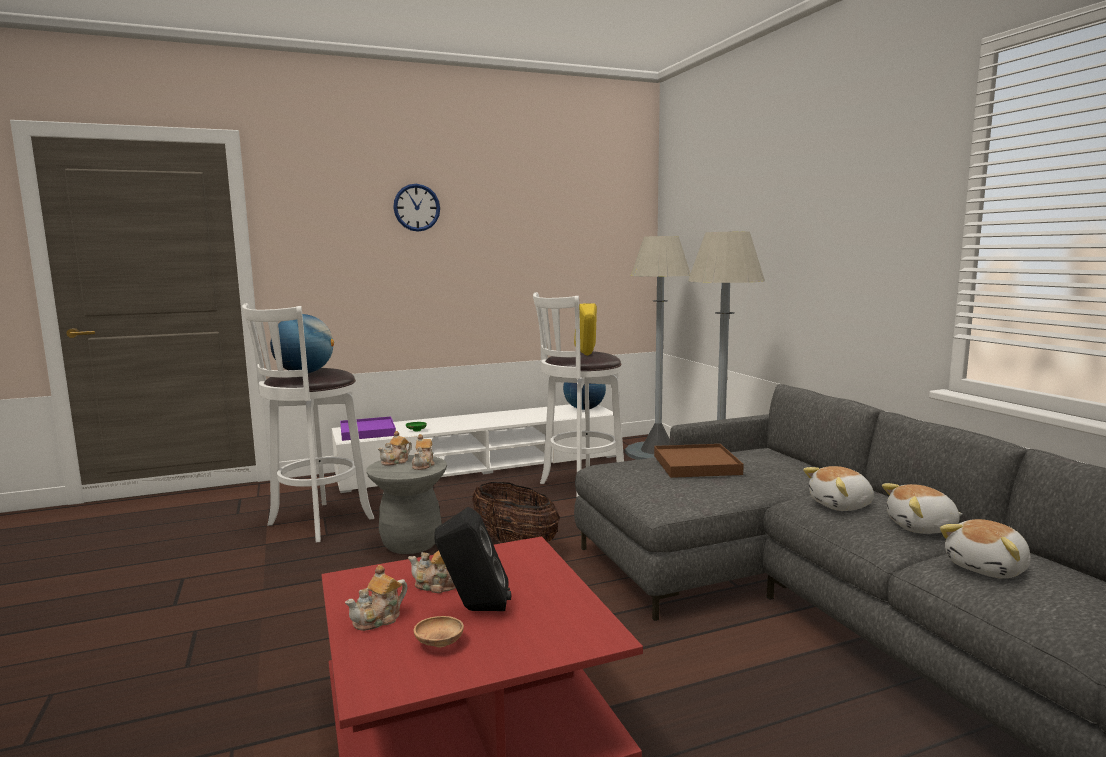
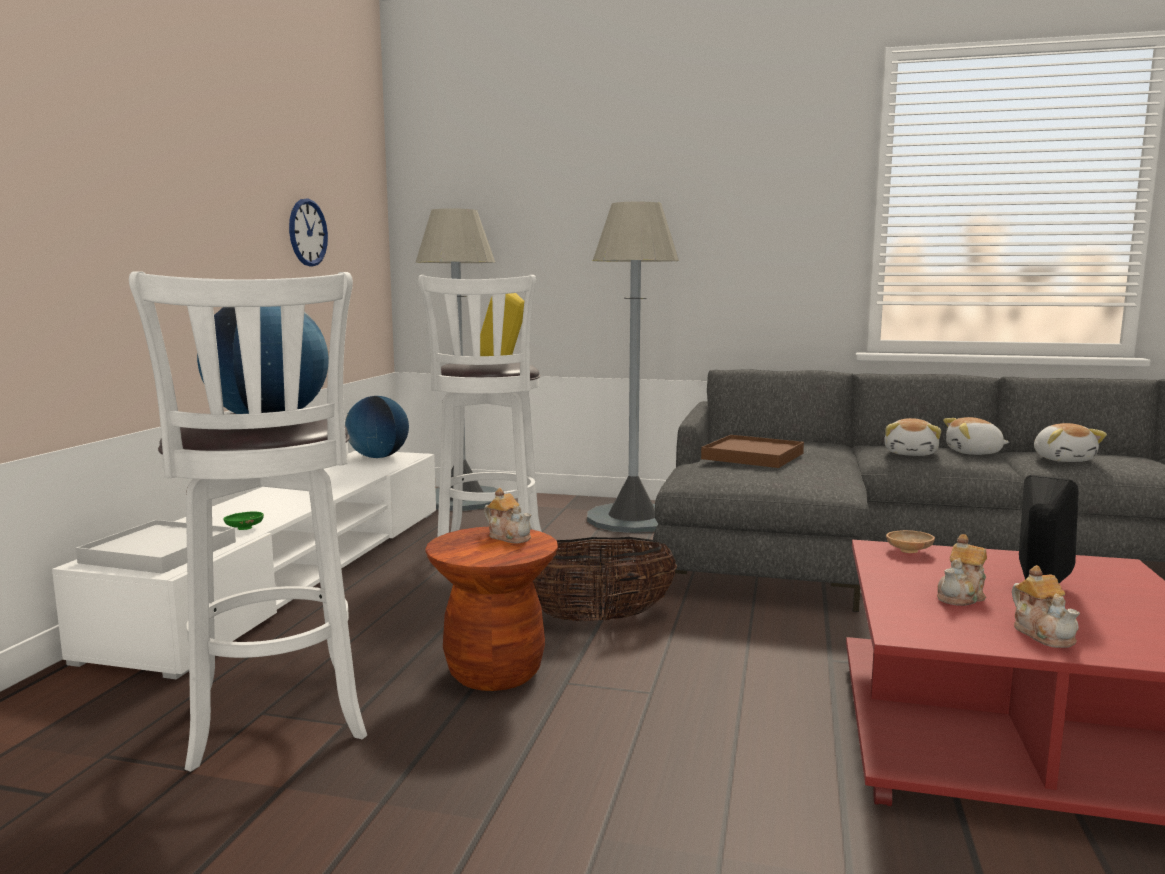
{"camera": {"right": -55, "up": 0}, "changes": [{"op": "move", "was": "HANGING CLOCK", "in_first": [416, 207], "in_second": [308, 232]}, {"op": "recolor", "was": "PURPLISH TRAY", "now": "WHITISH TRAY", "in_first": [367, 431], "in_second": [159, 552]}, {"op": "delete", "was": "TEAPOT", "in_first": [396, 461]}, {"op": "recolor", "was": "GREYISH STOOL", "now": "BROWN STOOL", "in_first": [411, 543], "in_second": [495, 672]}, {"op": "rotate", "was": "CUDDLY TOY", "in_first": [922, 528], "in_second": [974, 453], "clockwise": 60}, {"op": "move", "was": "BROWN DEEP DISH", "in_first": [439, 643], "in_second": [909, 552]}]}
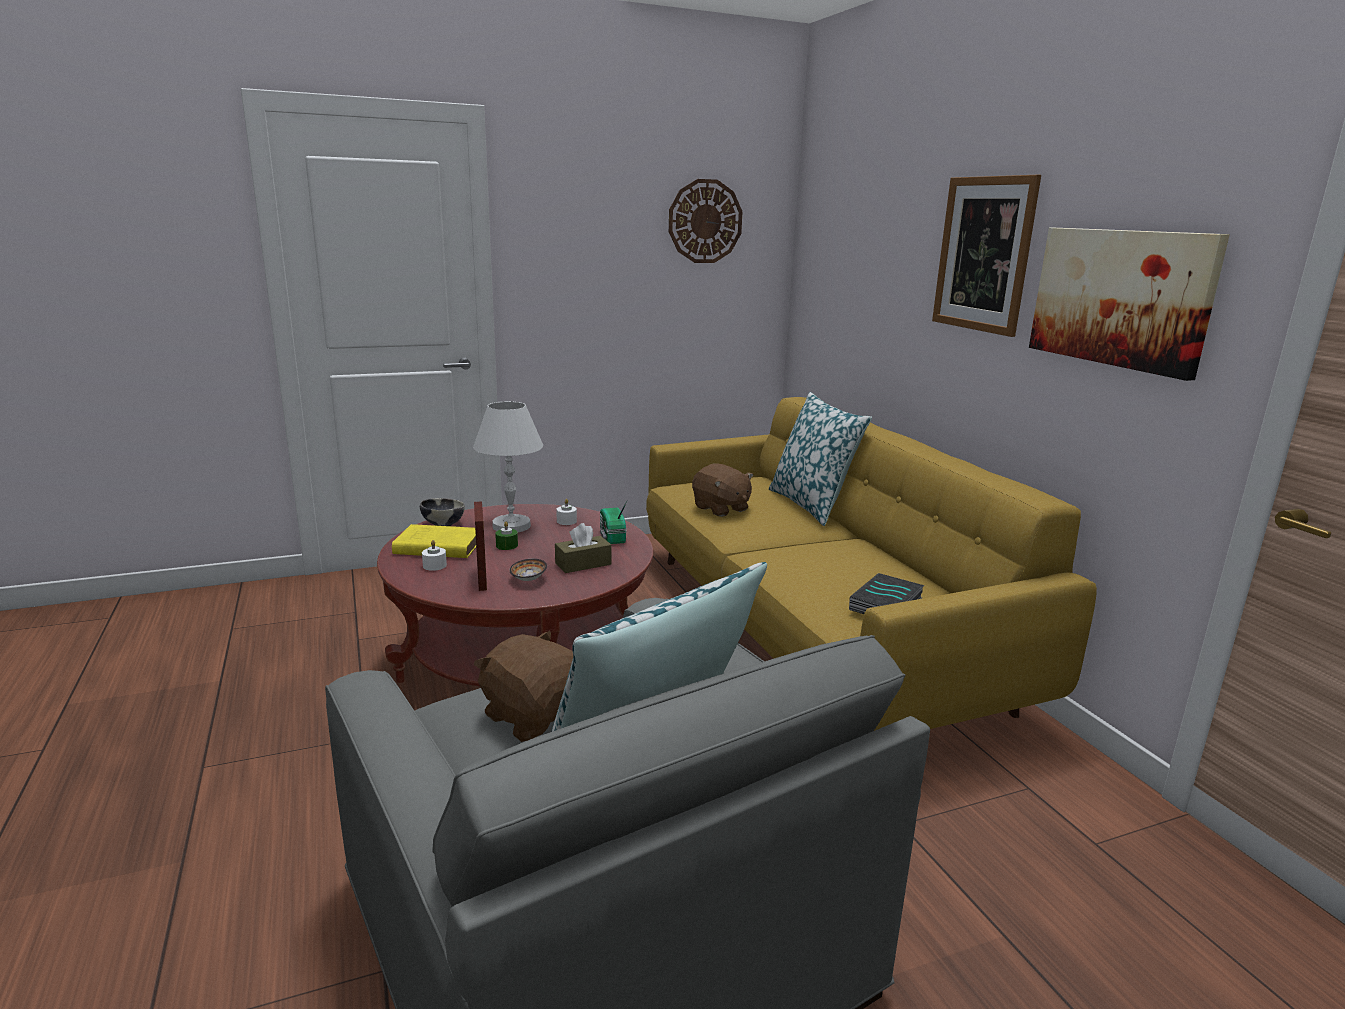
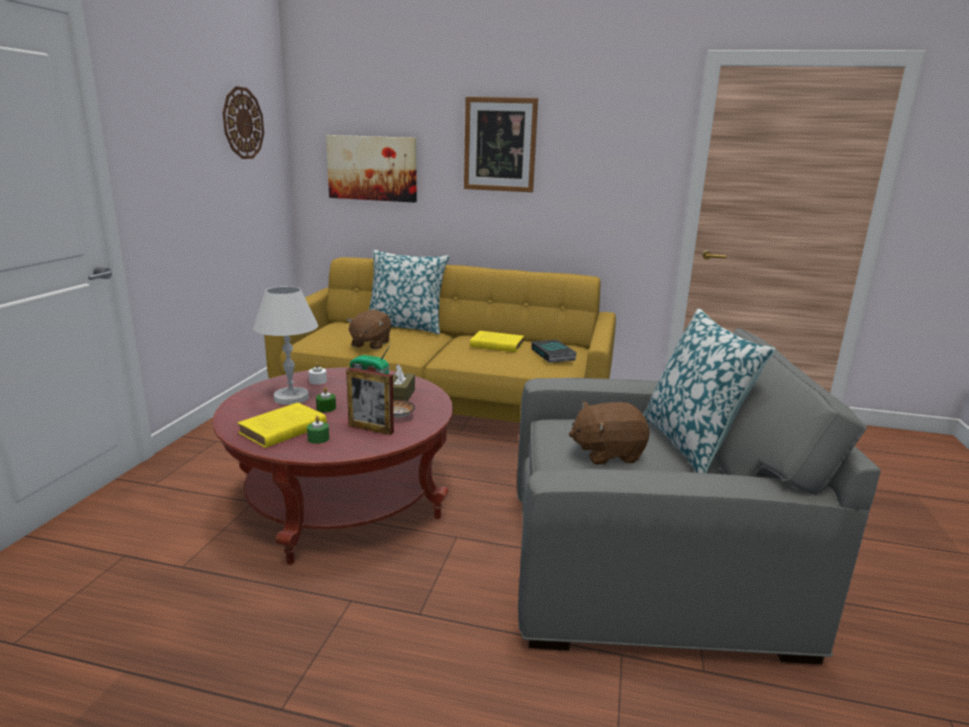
{"camera": {"right": -55, "up": 0}, "changes": [{"op": "move", "was": "PICTURE", "in_first": [1121, 298], "in_second": [372, 168]}, {"op": "rotate", "was": "BROWN CUDDLY TOY", "in_first": [721, 508], "in_second": [370, 344], "clockwise": 105}, {"op": "delete", "was": "DEEP DISH", "in_first": [443, 524]}, {"op": "recolor", "was": "WHITISH CANDLE", "now": "GREEN CANDLE", "in_first": [434, 565], "in_second": [318, 438]}, {"op": "insert", "now": "YELLOWISH BOOK", "in_second": [495, 345]}]}
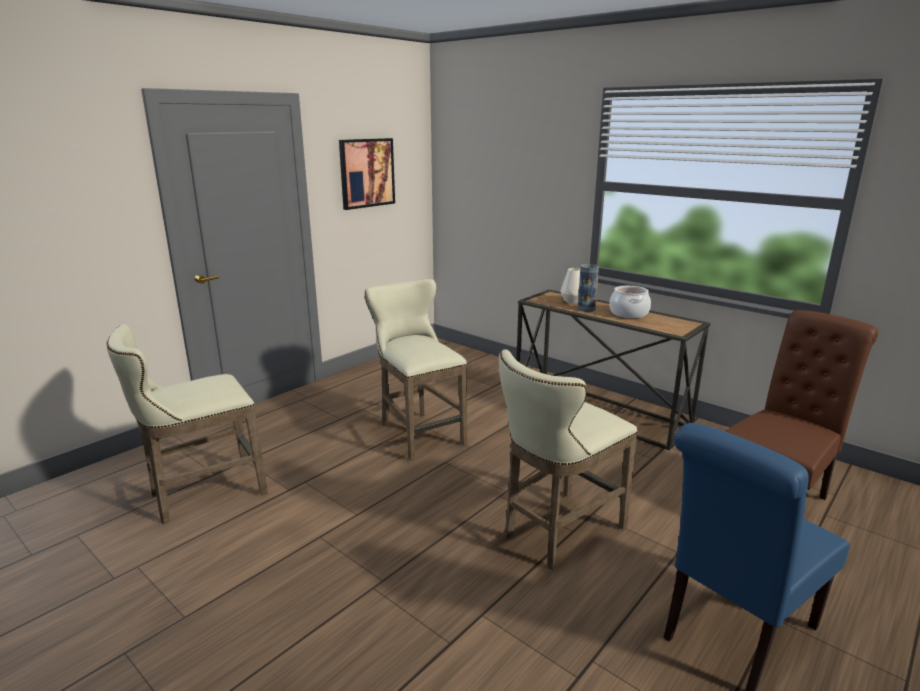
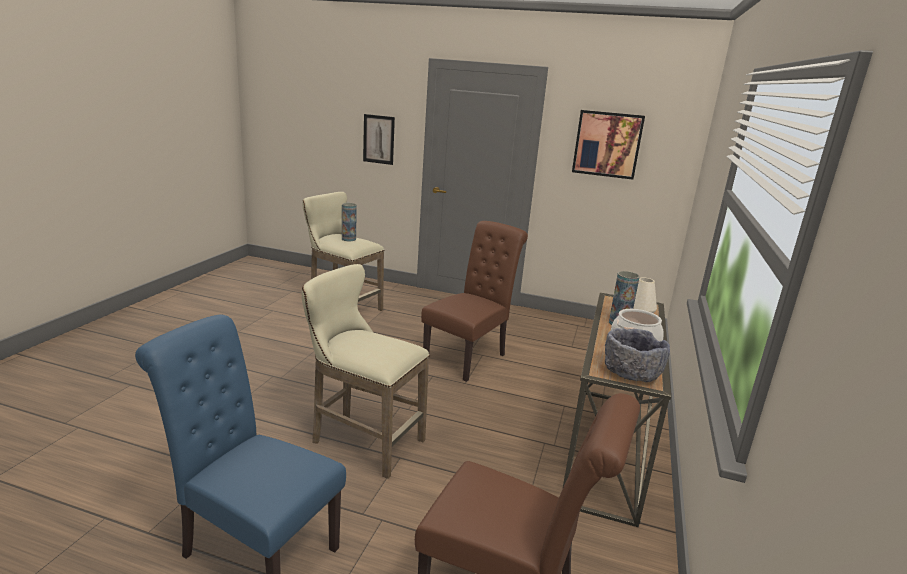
{"camera": {"right": 65, "up": 0}, "changes": [{"op": "replace", "was": "BEIGE STOOL", "now": "BROWN UPRIGHT CHAIR", "in_first": [418, 432], "in_second": [469, 357]}, {"op": "insert", "now": "PICTURE", "in_second": [378, 139]}, {"op": "insert", "now": "DECORATIVE VASE", "in_second": [348, 239]}, {"op": "insert", "now": "GREYISH DEEP DISH", "in_second": [631, 372]}]}
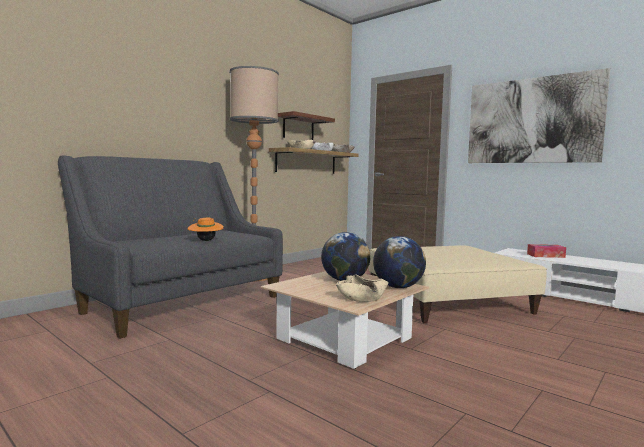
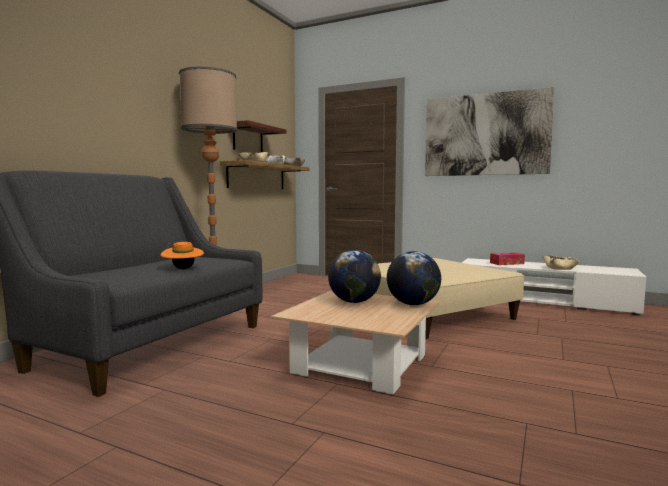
{"camera": {"right": -15, "up": 0}, "changes": [{"op": "move", "was": "BEIGE DEEP DISH", "in_first": [362, 297], "in_second": [560, 268]}]}
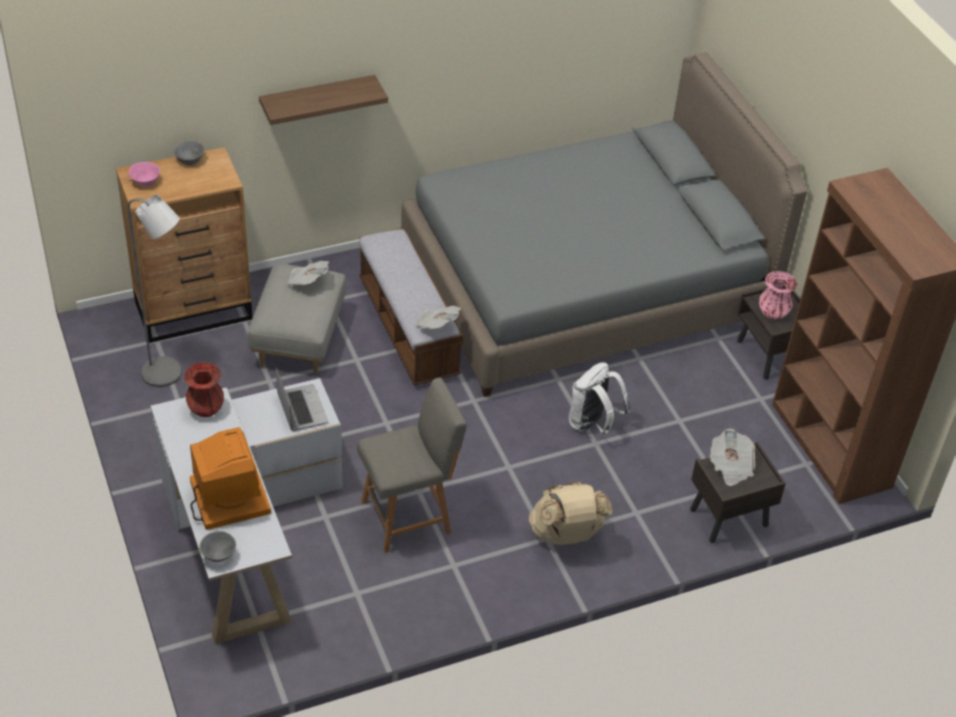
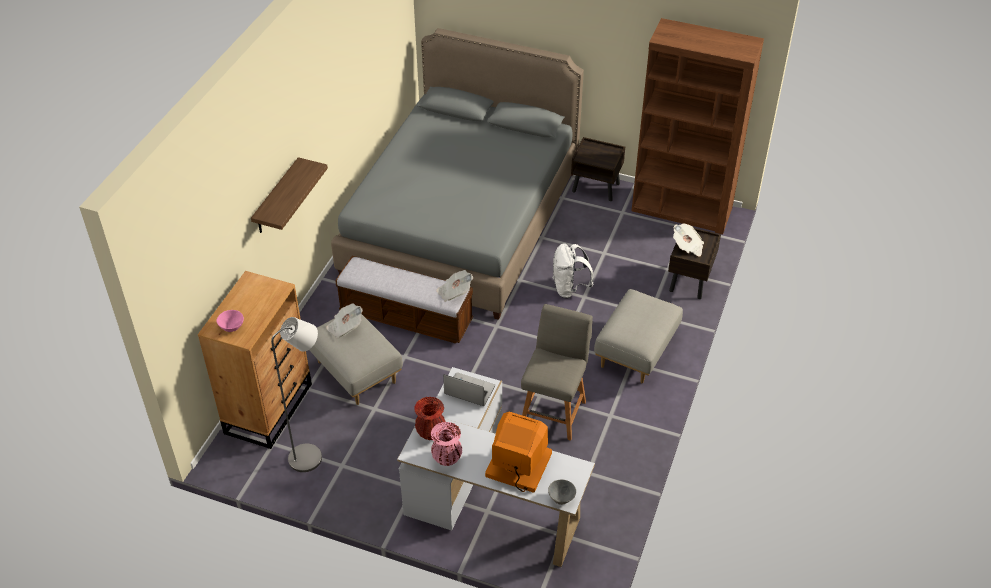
{"camera": {"right": -45, "up": 0}, "changes": [{"op": "delete", "was": "GREYISH DEEP DISH", "in_first": [189, 160]}, {"op": "move", "was": "PINK DECORATIVE VASE", "in_first": [772, 313], "in_second": [446, 458]}, {"op": "replace", "was": "BEIGE RUCKSACK", "now": "GREYISH OTTOMAN", "in_first": [566, 534], "in_second": [636, 352]}]}
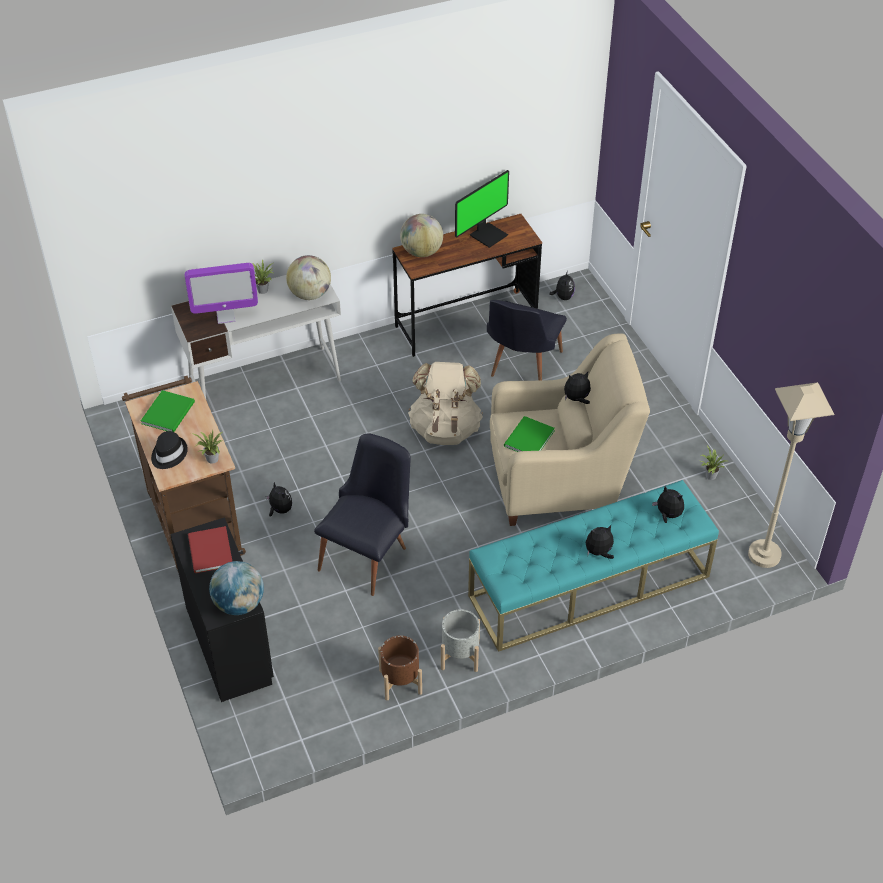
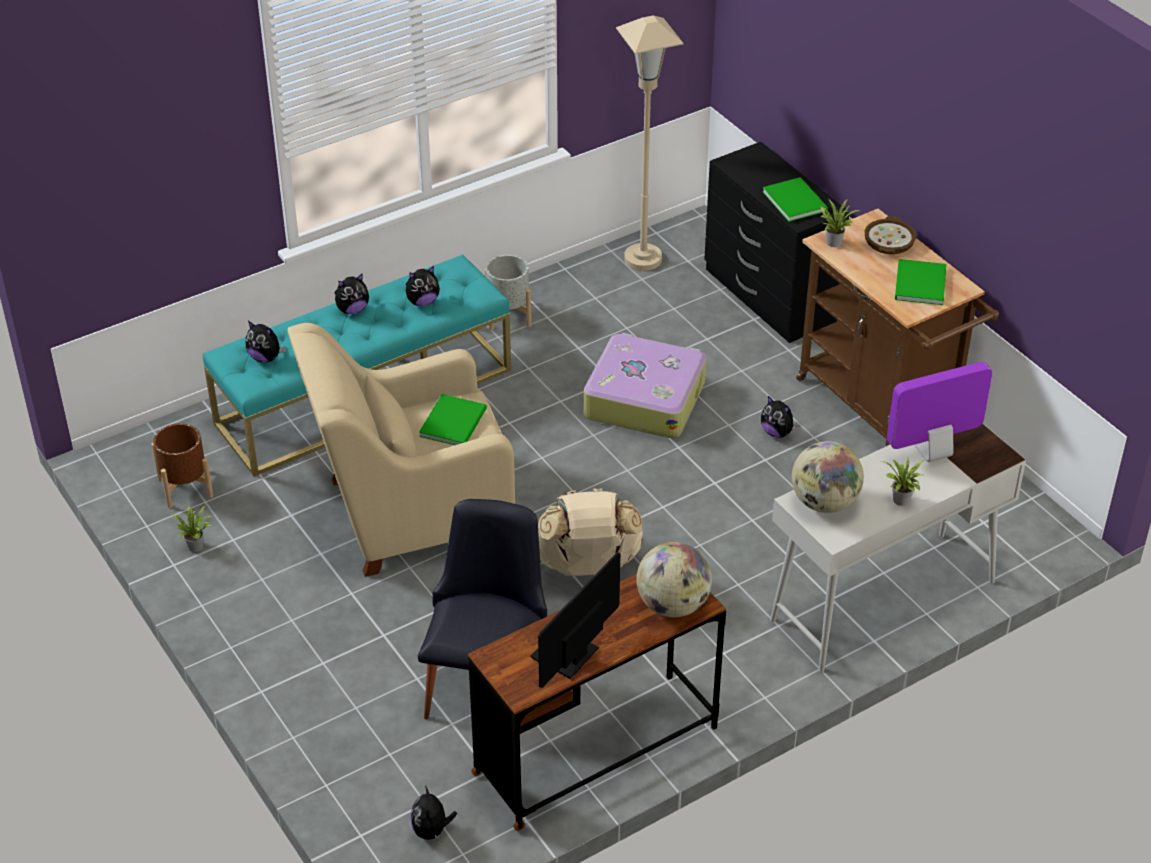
{"camera": {"right": 170, "up": -5}, "changes": [{"op": "move", "was": "CUDDLY TOY", "in_first": [577, 399], "in_second": [422, 302]}, {"op": "move", "was": "BEIGE STANDING LAMP", "in_first": [764, 555], "in_second": [643, 259]}, {"op": "replace", "was": "BLACKISH WEARABLE HAT", "now": "DEEP DISH", "in_first": [168, 454], "in_second": [889, 242]}, {"op": "replace", "was": "BLACKISH UPRIGHT CHAIR", "now": "TRAVEL CASE", "in_first": [369, 553], "in_second": [644, 398]}, {"op": "recolor", "was": "RED-COLOURED BOOK", "now": "GREEN BOOK", "in_first": [209, 552], "in_second": [795, 200]}, {"op": "delete", "was": "GLOBE", "in_first": [239, 604]}, {"op": "move", "was": "BROWN PLANTER", "in_first": [400, 681], "in_second": [185, 488]}]}
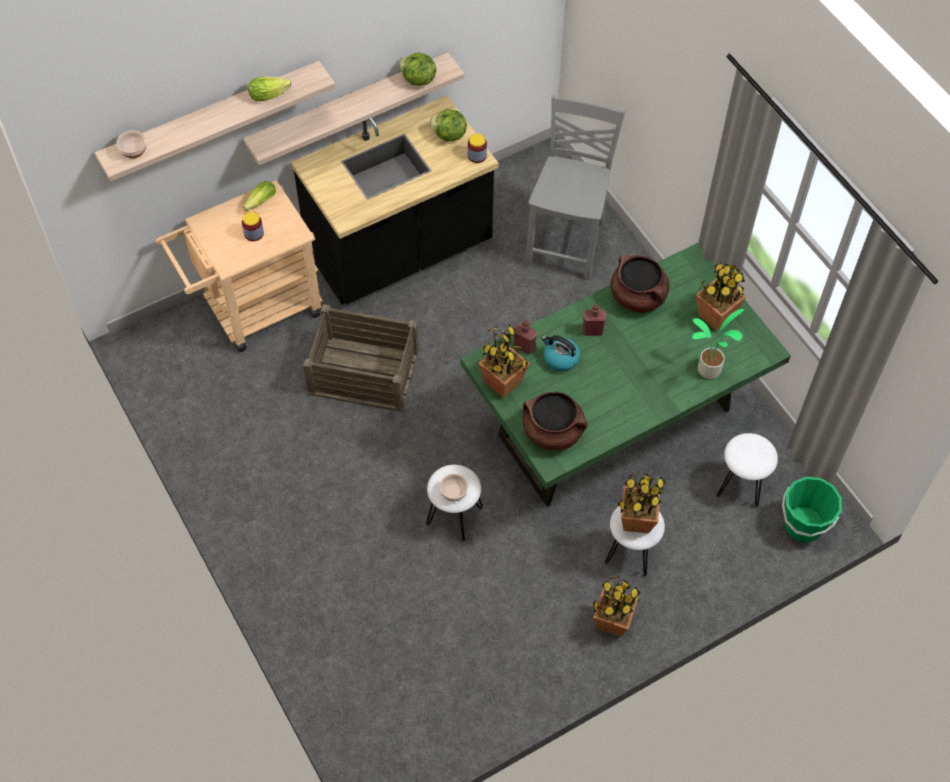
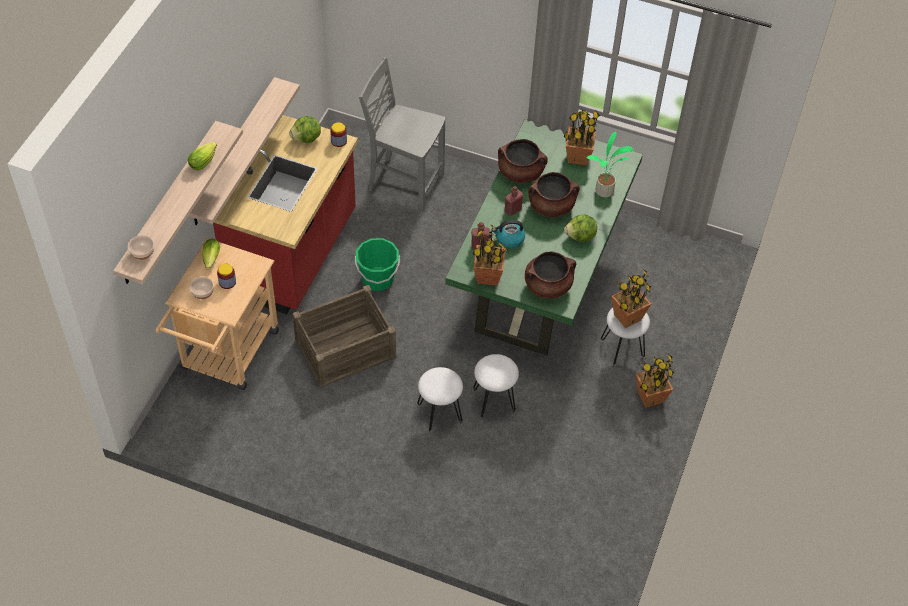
{"camera": {"right": -40, "up": -5}, "changes": [{"op": "move", "was": "LETTUCE HEAD", "in_first": [418, 80], "in_second": [580, 237]}, {"op": "recolor", "was": "BLACKISH KITCHEN BASE UNIT", "now": "RED-COLOURED KITCHEN BASE UNIT", "in_first": [400, 251], "in_second": [294, 254]}, {"op": "rotate", "was": "GREYISH UPRIGHT CHAIR", "in_first": [567, 243], "in_second": [404, 183], "clockwise": -45}, {"op": "move", "was": "WHITISH STOOL", "in_first": [741, 485], "in_second": [439, 413]}, {"op": "move", "was": "DEEP DISH", "in_first": [454, 492], "in_second": [203, 292]}, {"op": "move", "was": "GREEN PAIL", "in_first": [803, 524], "in_second": [377, 279]}, {"op": "insert", "now": "BROWN STOCKPOT", "in_second": [551, 206]}]}
